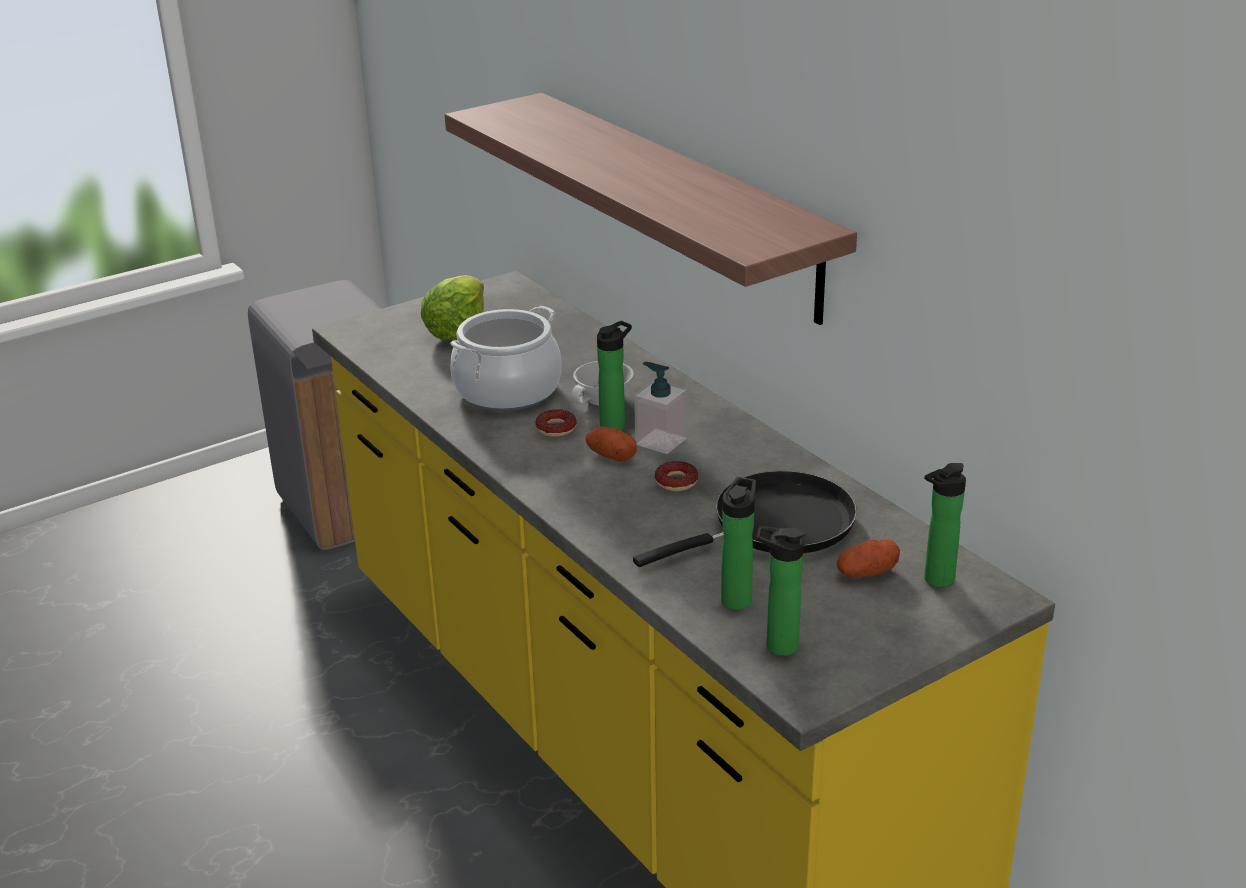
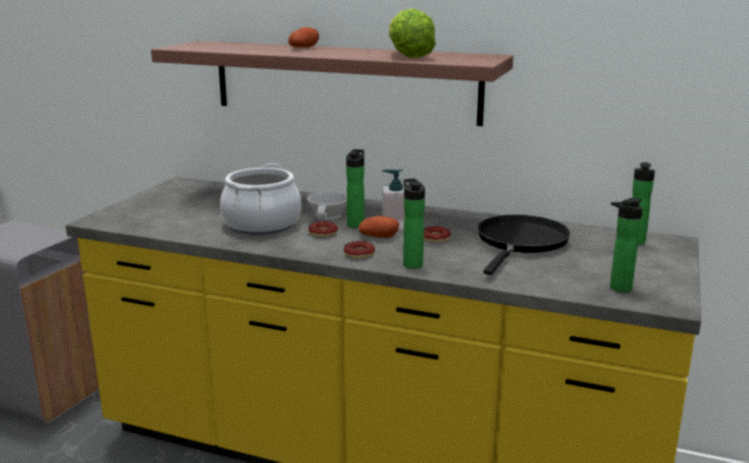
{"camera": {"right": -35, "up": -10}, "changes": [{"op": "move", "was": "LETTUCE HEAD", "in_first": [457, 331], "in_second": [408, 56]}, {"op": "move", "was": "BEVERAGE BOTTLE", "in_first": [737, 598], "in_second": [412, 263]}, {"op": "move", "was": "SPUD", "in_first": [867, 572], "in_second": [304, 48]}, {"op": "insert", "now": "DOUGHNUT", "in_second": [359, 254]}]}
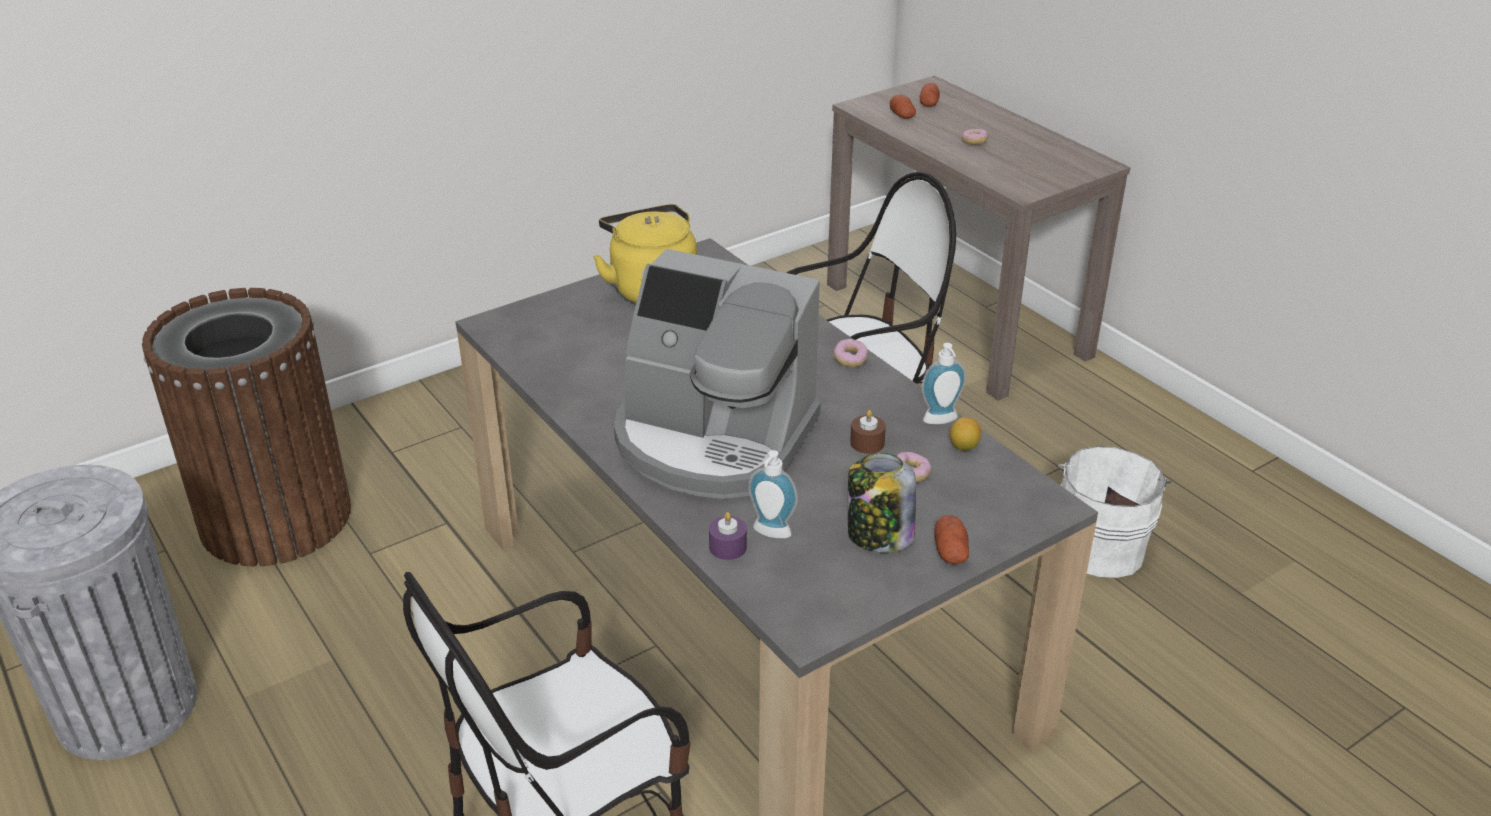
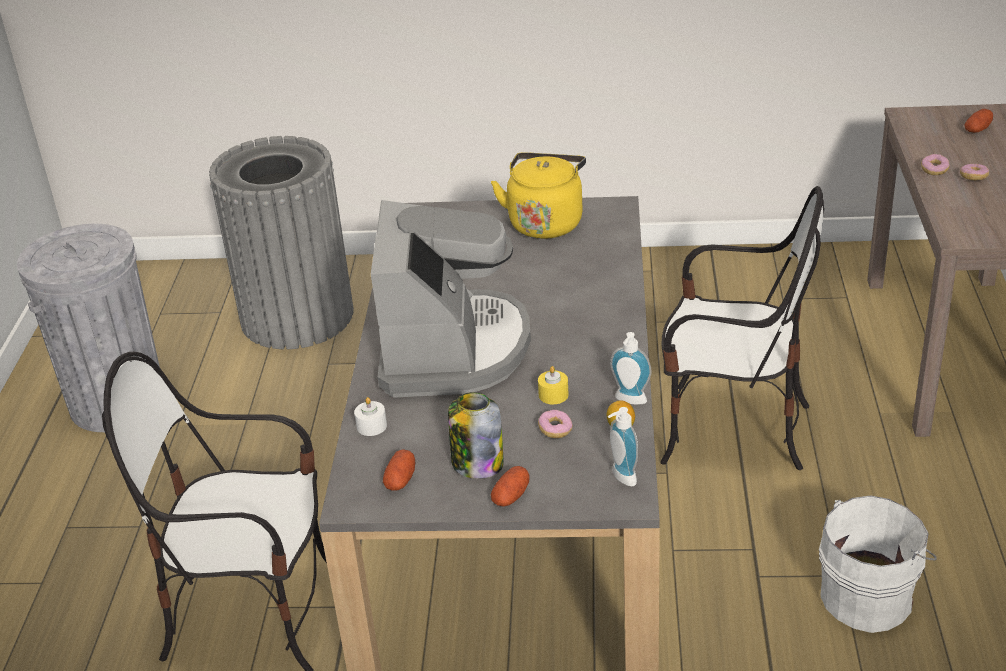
{"camera": {"right": 40, "up": 0}, "changes": [{"op": "move", "was": "SPUD", "in_first": [902, 116], "in_second": [400, 480]}, {"op": "rotate", "was": "COFFEE MACHINE", "in_first": [713, 439], "in_second": [452, 349], "clockwise": -150}, {"op": "recolor", "was": "BROWN TRASH CAN", "now": "GREYISH TRASH CAN", "in_first": [276, 518], "in_second": [297, 316]}, {"op": "move", "was": "DOUGHNUT", "in_first": [850, 360], "in_second": [934, 170]}, {"op": "recolor", "was": "BROWN CANDLE", "now": "YELLOWISH CANDLE", "in_first": [867, 443], "in_second": [553, 395]}, {"op": "move", "was": "LIQUID SOAP BOTTLE", "in_first": [770, 534], "in_second": [620, 478]}, {"op": "recolor", "was": "PURPLISH CANDLE", "now": "WHITISH CANDLE", "in_first": [728, 547], "in_second": [371, 426]}]}
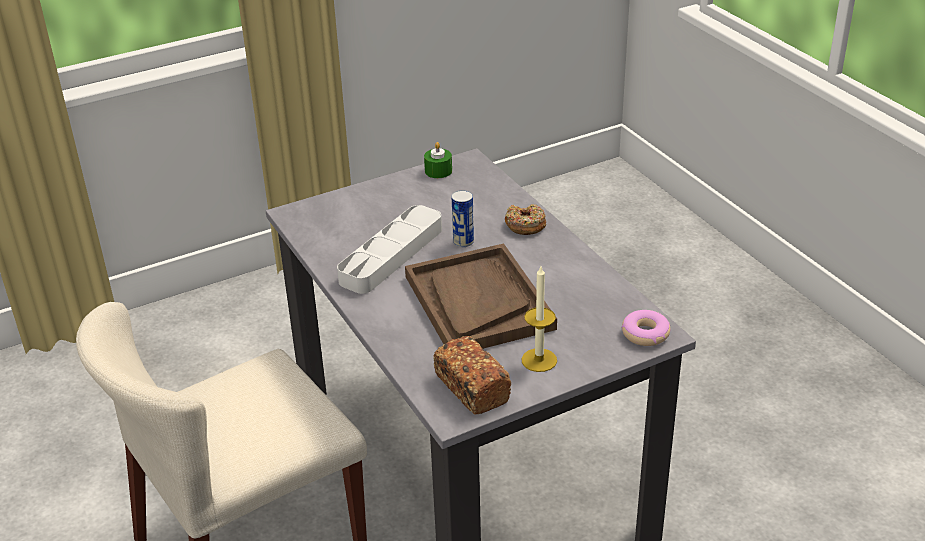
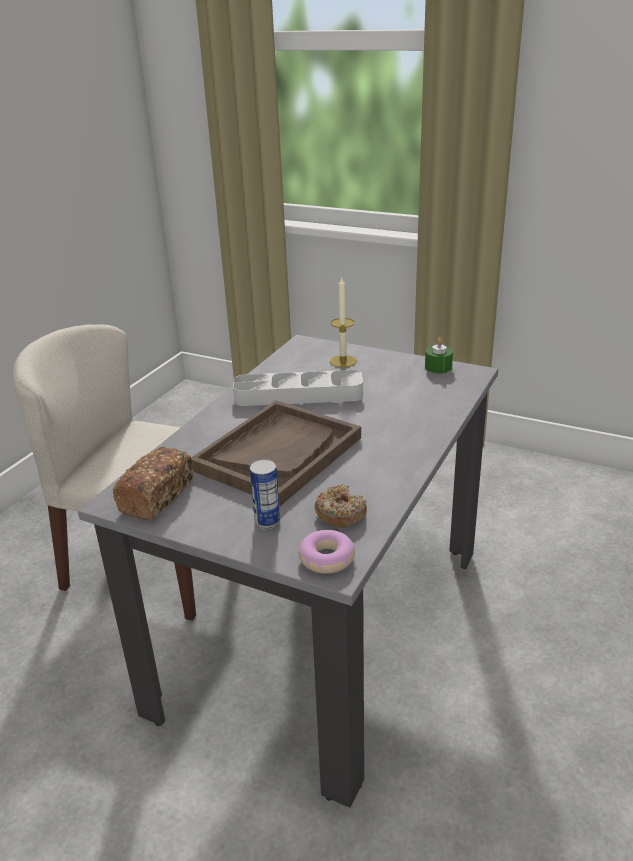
{"camera": {"right": 55, "up": -5}, "changes": [{"op": "move", "was": "METAL CAN", "in_first": [463, 242], "in_second": [267, 522]}, {"op": "move", "was": "DOUGHNUT", "in_first": [525, 225], "in_second": [340, 514]}, {"op": "move", "was": "CANDLE", "in_first": [539, 360], "in_second": [343, 361]}]}
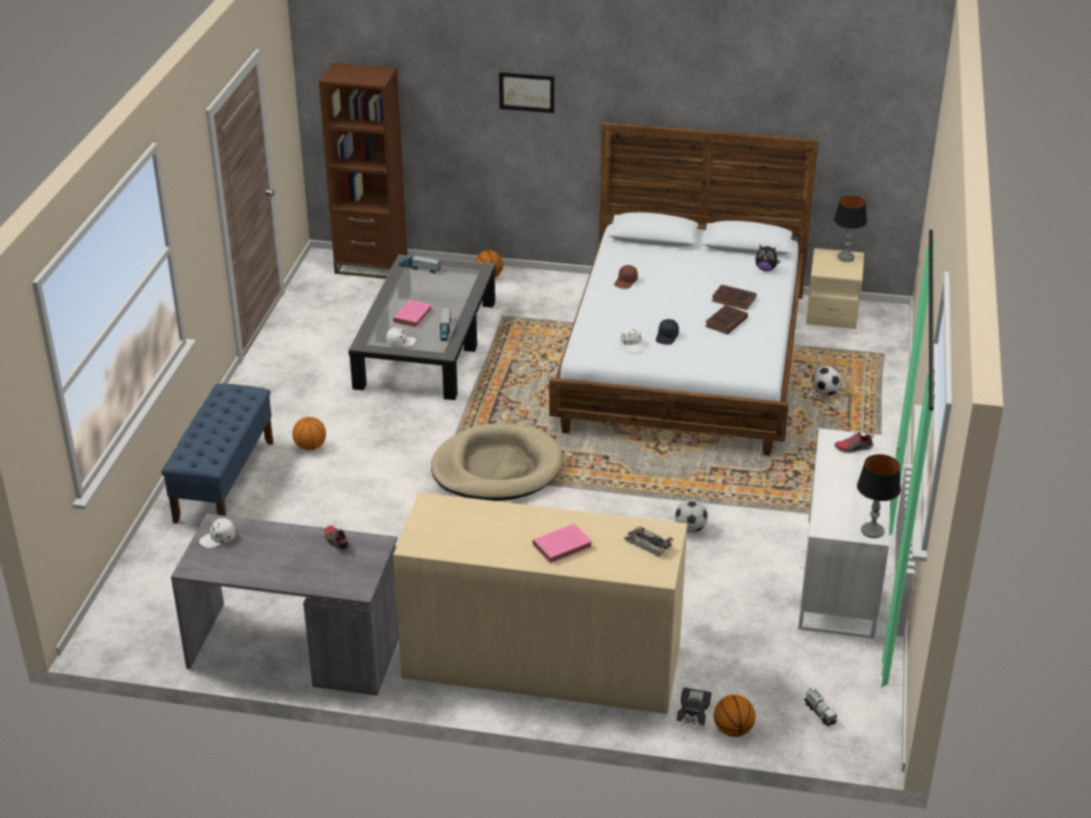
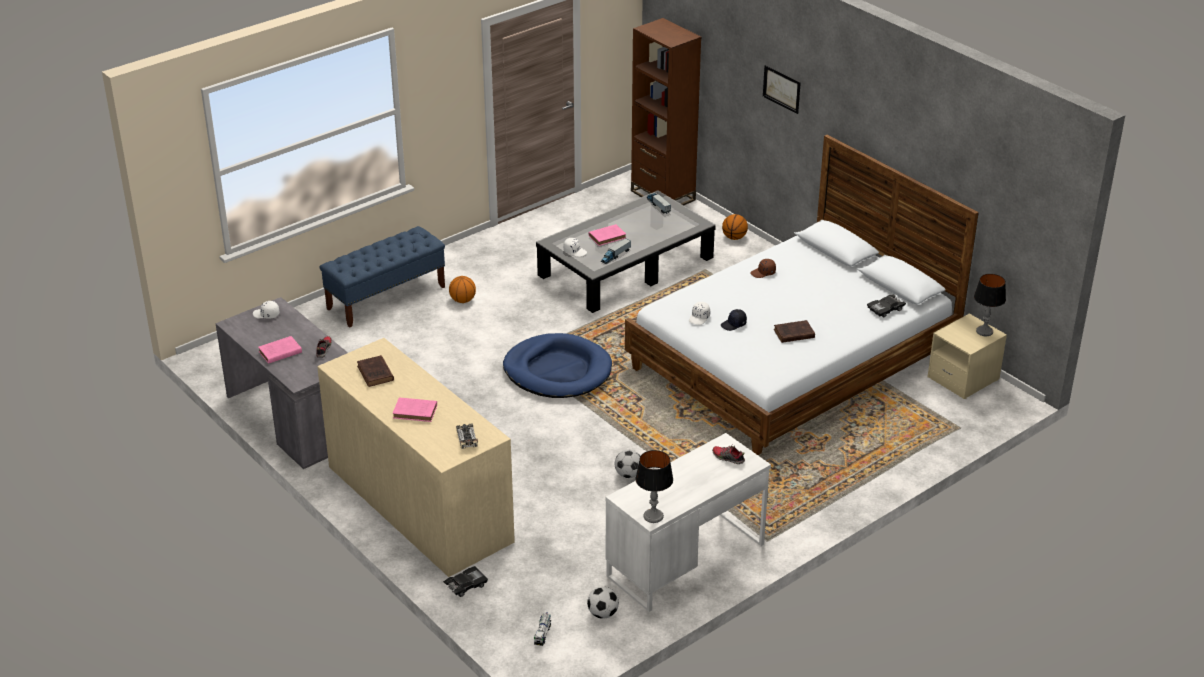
{"camera": {"right": 40, "up": 0}, "changes": [{"op": "replace", "was": "CUDDLY TOY", "now": "BLACKISH MINIATURE CAR", "in_first": [766, 269], "in_second": [885, 309]}, {"op": "move", "was": "BROWN BOOK", "in_first": [735, 300], "in_second": [375, 374]}, {"op": "move", "was": "BALL FOR FOOTBALL", "in_first": [825, 392], "in_second": [603, 614]}, {"op": "recolor", "was": "BEIGE DOG CUSHION", "now": "BLUE-COLOURED DOG CUSHION", "in_first": [497, 468], "in_second": [557, 371]}, {"op": "delete", "was": "BASKETBALL BALL", "in_first": [733, 730]}, {"op": "insert", "now": "PINK BOOK", "in_second": [279, 352]}]}
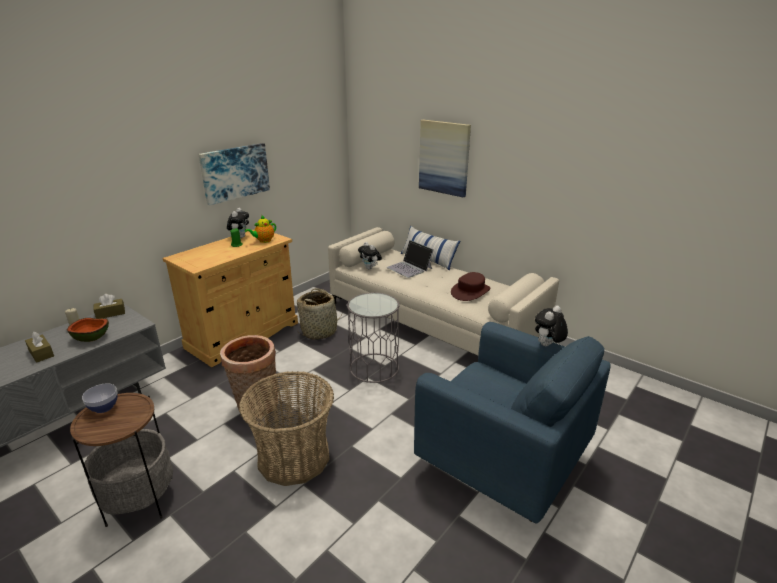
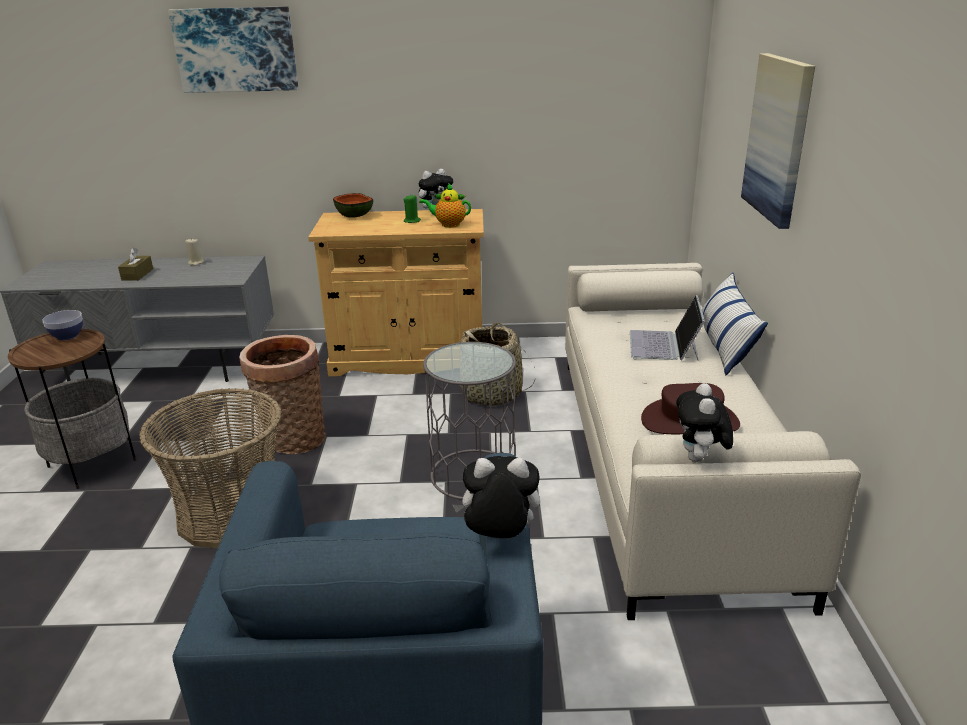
{"camera": {"right": 50, "up": 0}, "changes": [{"op": "move", "was": "PICTURE", "in_first": [235, 172], "in_second": [236, 50]}, {"op": "move", "was": "CUDDLY TOY", "in_first": [370, 268], "in_second": [700, 459]}, {"op": "delete", "was": "BROWN BOX OF TISSUES", "in_first": [110, 313]}, {"op": "move", "was": "DEEP DISH", "in_first": [92, 337], "in_second": [355, 215]}]}
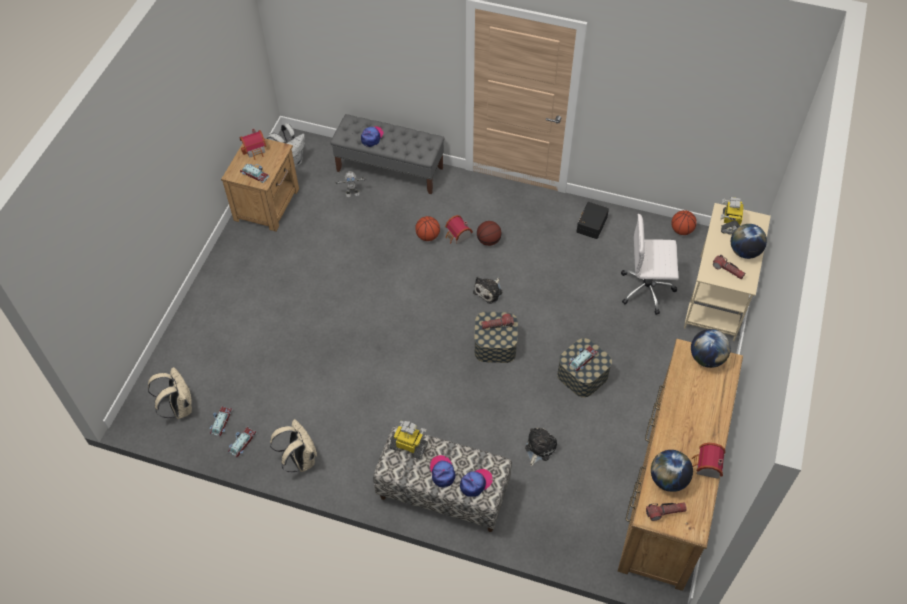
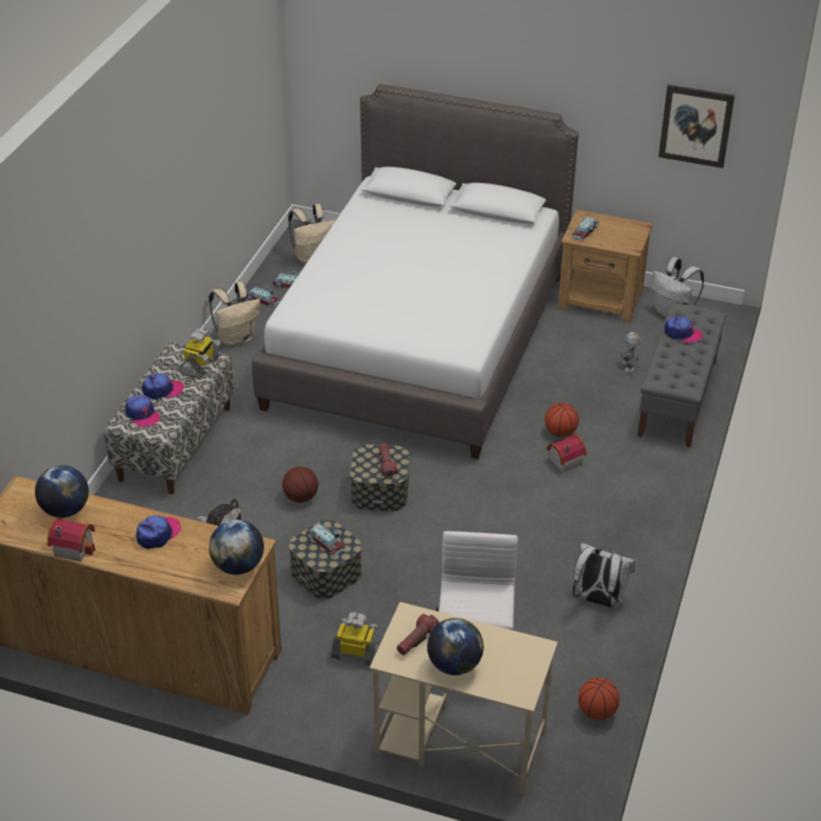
{"camera": {"right": 90, "up": -15}, "changes": [{"op": "delete", "was": "TOY HOUSE", "in_first": [255, 150]}, {"op": "move", "was": "MODEL ROBOT", "in_first": [730, 222], "in_second": [356, 653]}, {"op": "replace", "was": "BLACKISH STORAGE CONTAINER", "now": "WHITISH RUCKSACK", "in_first": [591, 224], "in_second": [598, 600]}, {"op": "move", "was": "BASKETBALL BALL", "in_first": [488, 240], "in_second": [301, 497]}, {"op": "delete", "was": "CUDDLY TOY", "in_first": [489, 291]}, {"op": "delete", "was": "TORCH", "in_first": [665, 512]}, {"op": "insert", "now": "WHITISH BEDROOM BED", "in_second": [419, 339]}, {"op": "insert", "now": "PICTURE", "in_second": [696, 126]}, {"op": "insert", "now": "BASEBALL CAP", "in_second": [158, 534]}]}
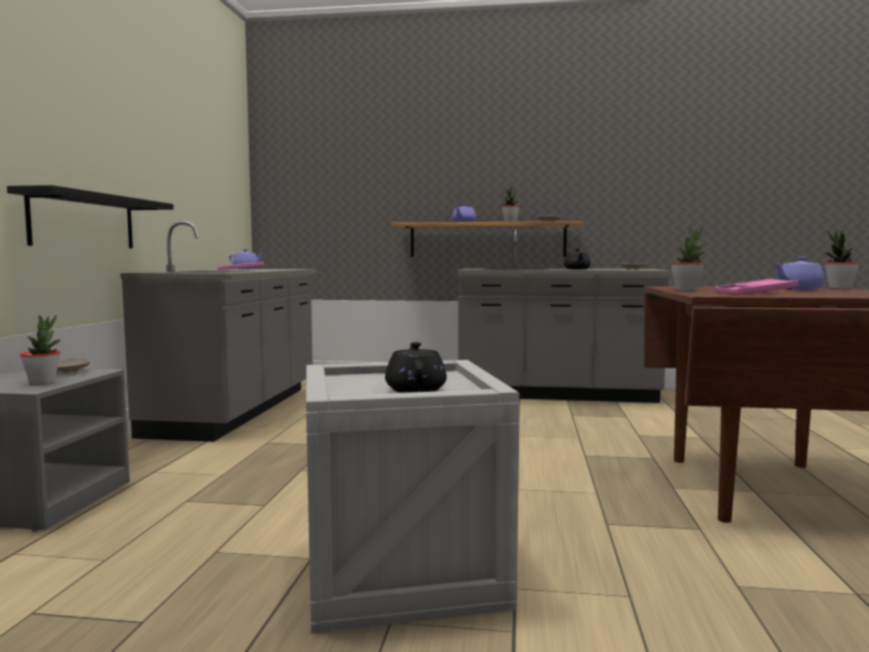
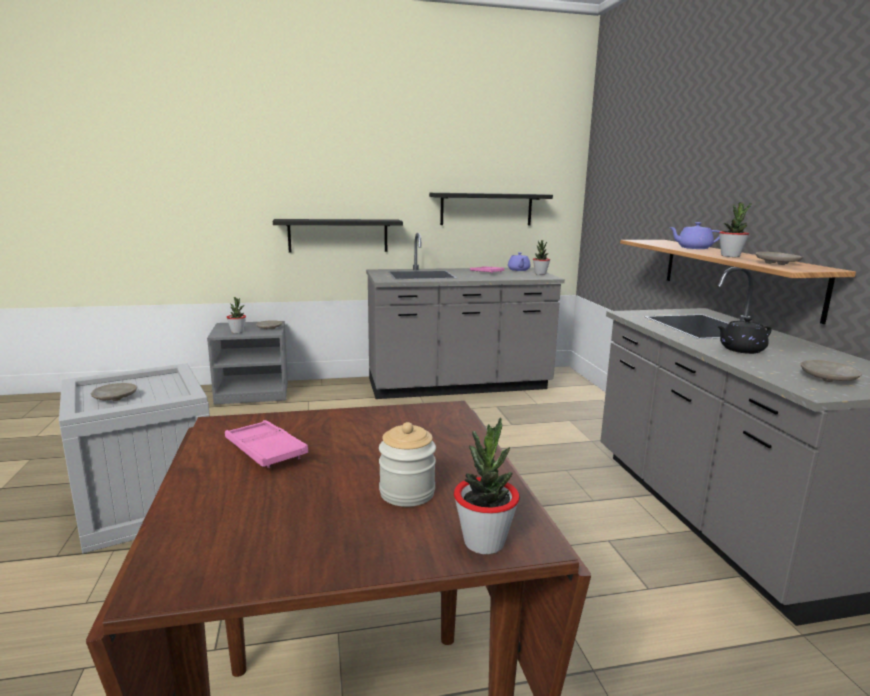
{"camera": {"right": 70, "up": 10}, "changes": [{"op": "move", "was": "POTTED PLANT", "in_first": [686, 290], "in_second": [540, 274]}, {"op": "replace", "was": "PURPLISH TEAPOT", "now": "STORAGE JAR", "in_first": [798, 289], "in_second": [407, 493]}, {"op": "replace", "was": "BLACKISH TEAPOT", "now": "BEIGE PLATE", "in_first": [415, 389], "in_second": [114, 398]}, {"op": "insert", "now": "BLACKISH WALL SHELF", "in_second": [486, 209]}]}
